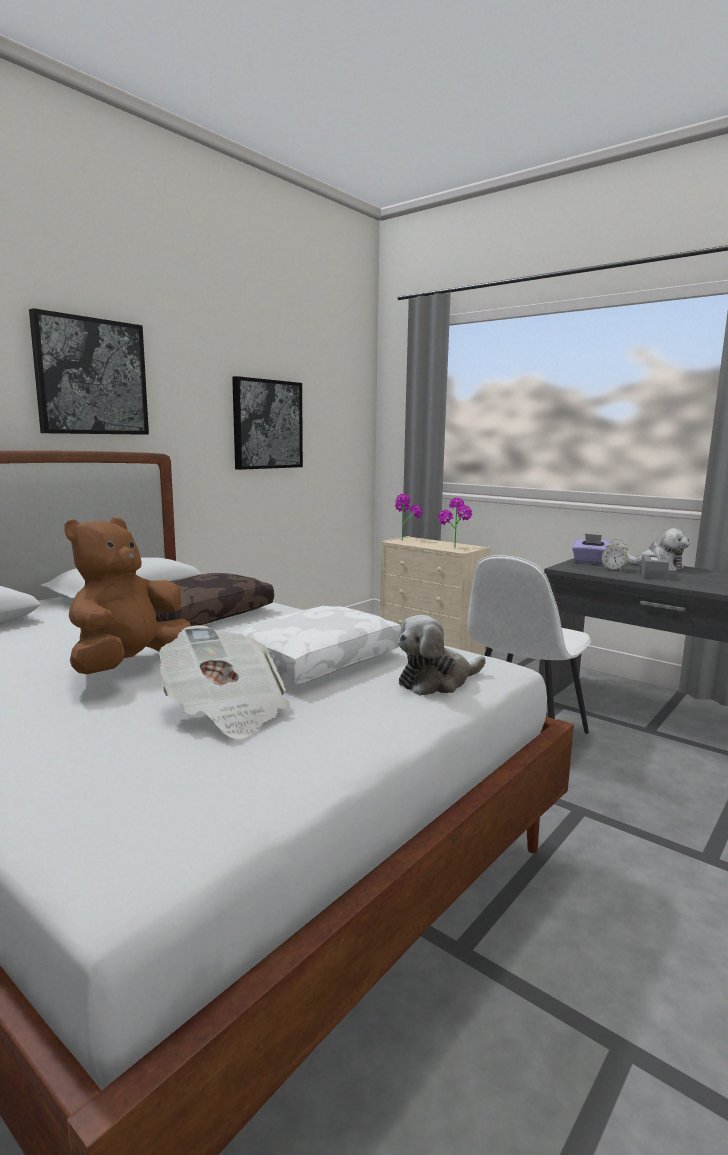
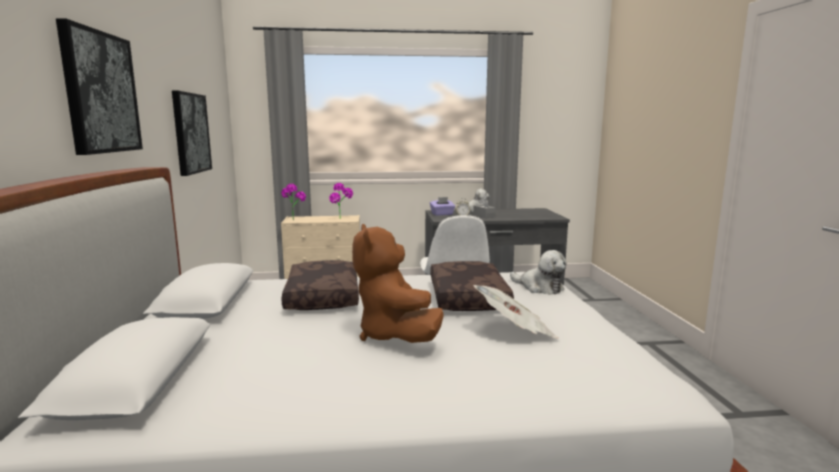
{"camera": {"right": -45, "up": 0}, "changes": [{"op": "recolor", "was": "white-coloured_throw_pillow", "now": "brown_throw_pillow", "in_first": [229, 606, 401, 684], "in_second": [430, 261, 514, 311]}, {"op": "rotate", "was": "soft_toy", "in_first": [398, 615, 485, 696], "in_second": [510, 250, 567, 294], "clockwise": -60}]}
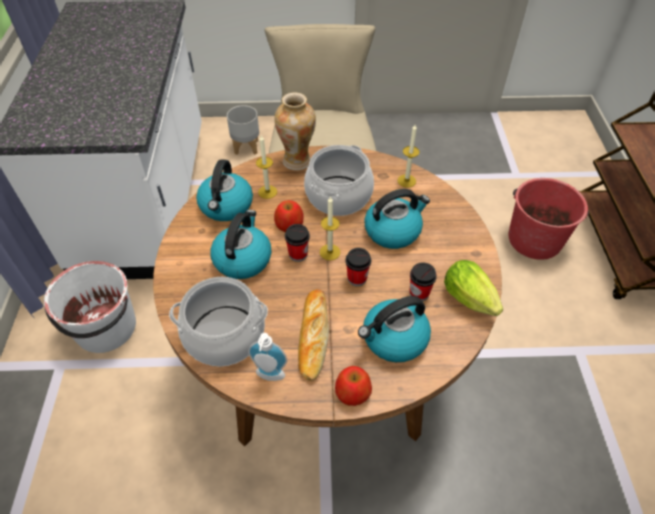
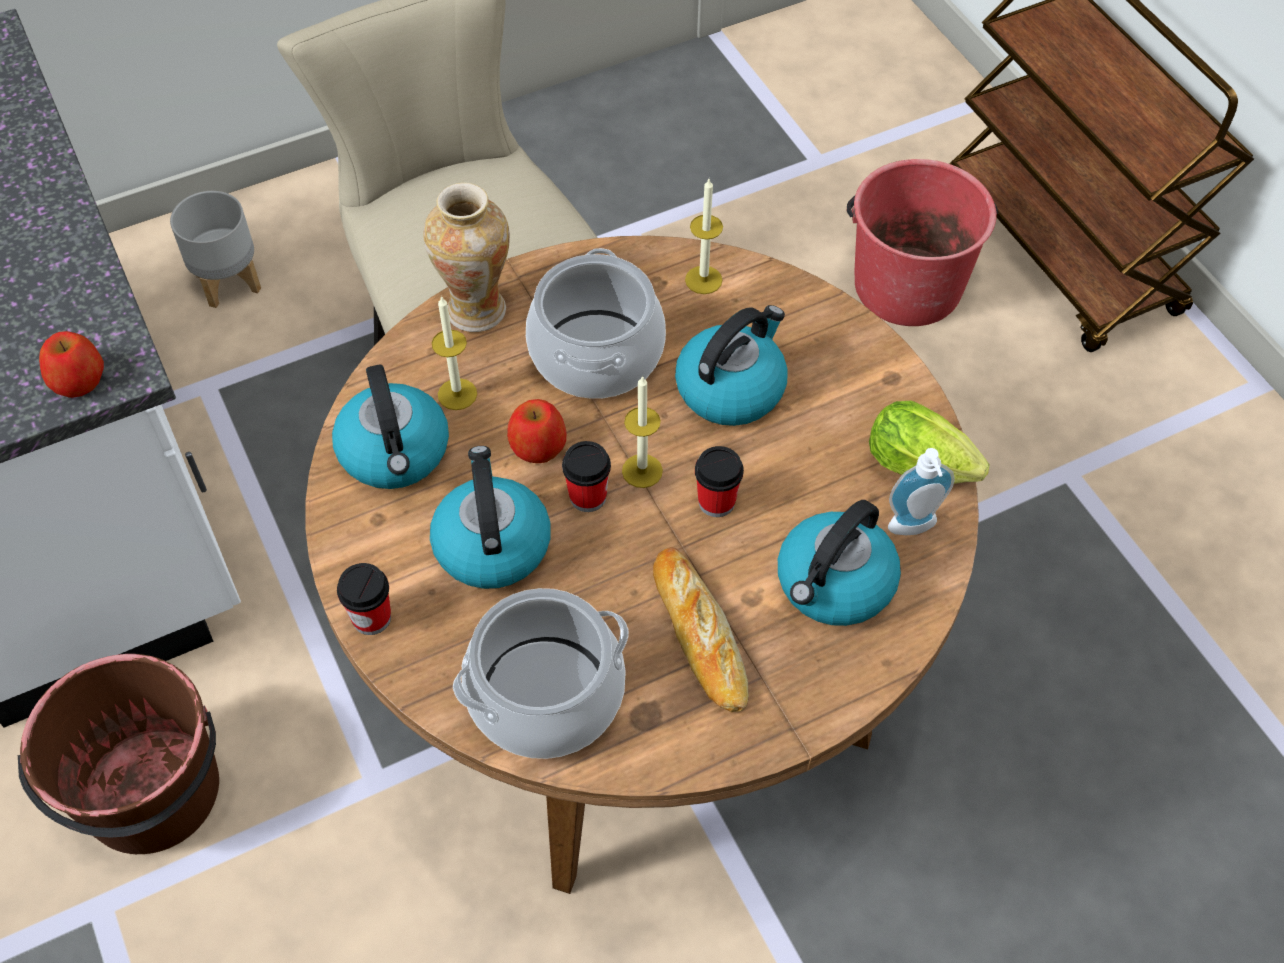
{"camera": {"right": -25, "up": 5}, "changes": [{"op": "move", "was": "soap_dispenser", "in_first": [248, 333, 288, 381], "in_second": [888, 448, 955, 535]}, {"op": "move", "was": "apple", "in_first": [335, 366, 372, 406], "in_second": [39, 331, 104, 398]}, {"op": "move", "was": "drinking_cup", "in_first": [410, 262, 437, 301], "in_second": [337, 563, 391, 635]}, {"op": "recolor", "was": "white-coloured_bucket", "now": "brown_bucket", "in_first": [44, 261, 136, 353], "in_second": [17, 654, 219, 854]}]}
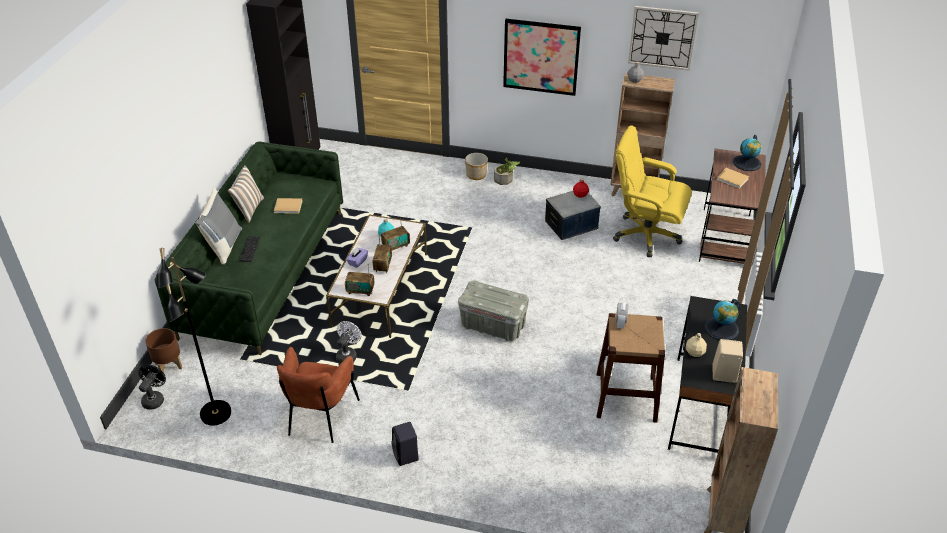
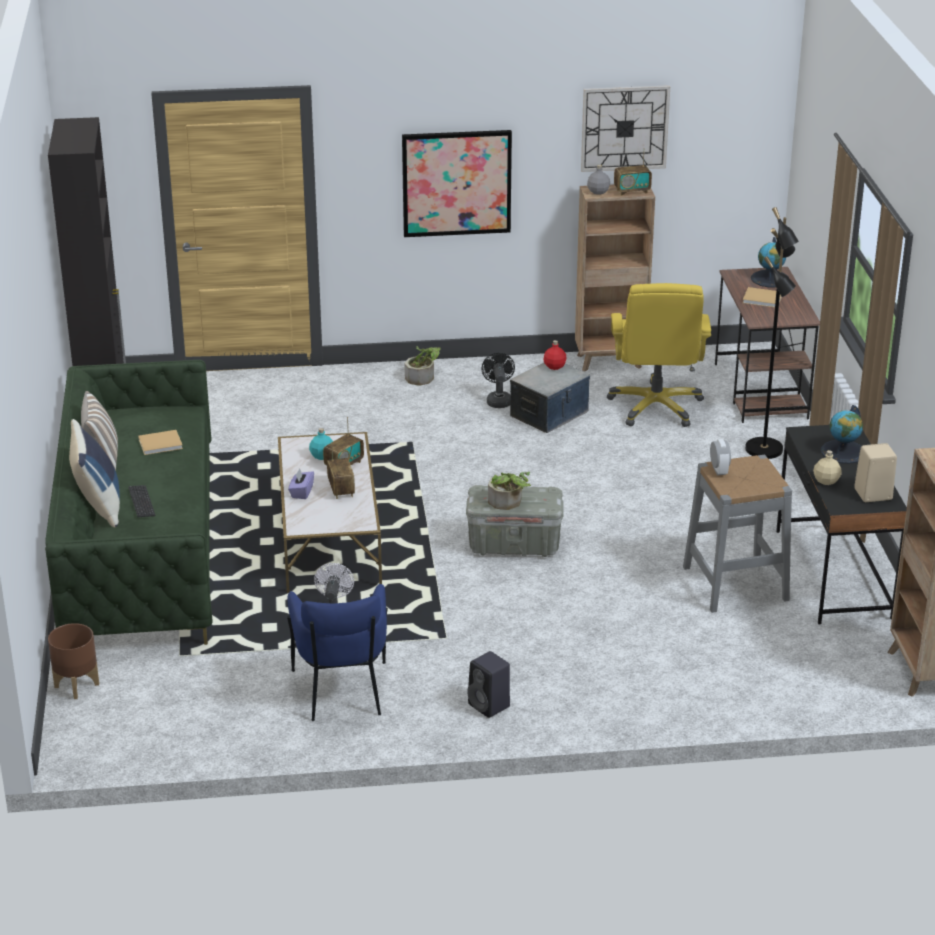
{"camera": {"right": -20, "up": -10}, "changes": [{"op": "delete", "was": "plant_pot", "in_first": [465, 153, 488, 180]}, {"op": "insert", "now": "plant_in_a_pot", "in_second": [488, 472, 531, 510]}, {"op": "move", "was": "black_cooling_fan", "in_first": [138, 365, 166, 410], "in_second": [481, 353, 515, 408]}, {"op": "move", "was": "black_floor_lamp", "in_first": [157, 248, 231, 425], "in_second": [745, 207, 799, 459]}, {"op": "move", "was": "radio_set", "in_first": [345, 266, 375, 296], "in_second": [614, 148, 652, 196]}, {"op": "recolor", "was": "gray_throw_pillow", "now": "blue-coloured_throw_pillow", "in_first": [195, 188, 242, 265], "in_second": [69, 419, 120, 527]}, {"op": "recolor", "was": "brown_lounge_chair", "now": "blue-coloured_lounge_chair", "in_first": [277, 347, 360, 443], "in_second": [287, 584, 388, 721]}, {"op": "recolor", "was": "brown_sitting_stool", "now": "gray_sitting_stool", "in_first": [597, 313, 665, 423], "in_second": [683, 455, 792, 613]}, {"op": "rotate", "was": "yellow-coloured_desk_chair", "in_first": [613, 125, 692, 257], "in_second": [607, 283, 711, 427], "clockwise": -90}]}
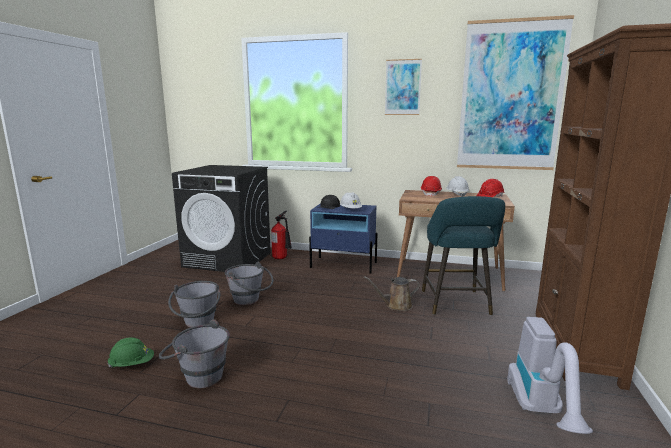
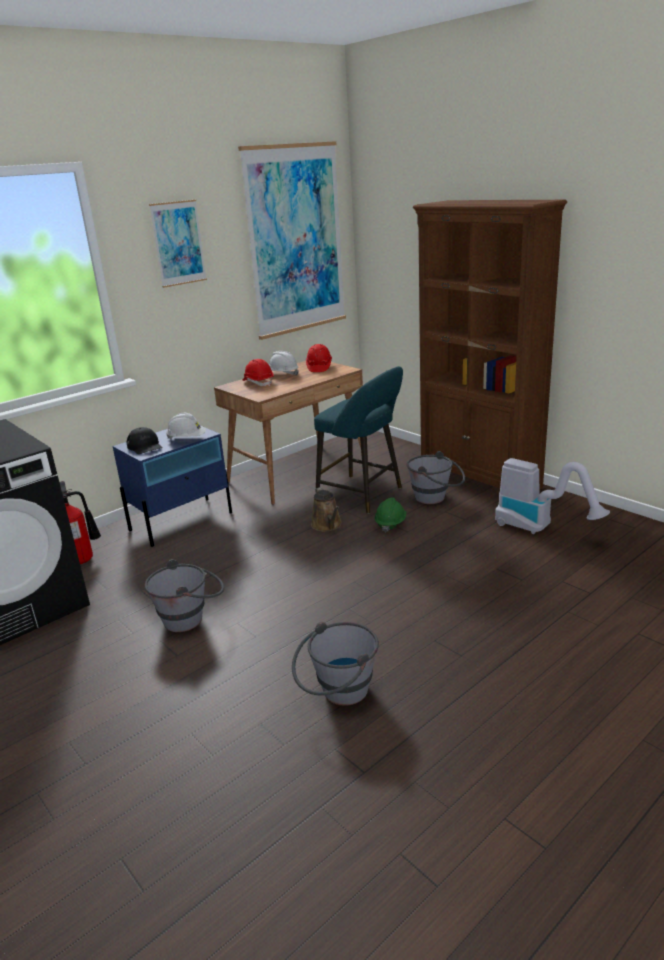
{"camera": {"right": -55, "up": 10}, "changes": [{"op": "move", "was": "green_work_helmet", "in_first": [107, 337, 154, 368], "in_second": [375, 497, 406, 532]}, {"op": "move", "was": "gray_bucket", "in_first": [168, 281, 220, 328], "in_second": [406, 451, 465, 504]}, {"op": "rotate", "was": "brown_watering_can", "in_first": [364, 276, 420, 311], "in_second": [311, 487, 342, 532], "clockwise": -45}]}
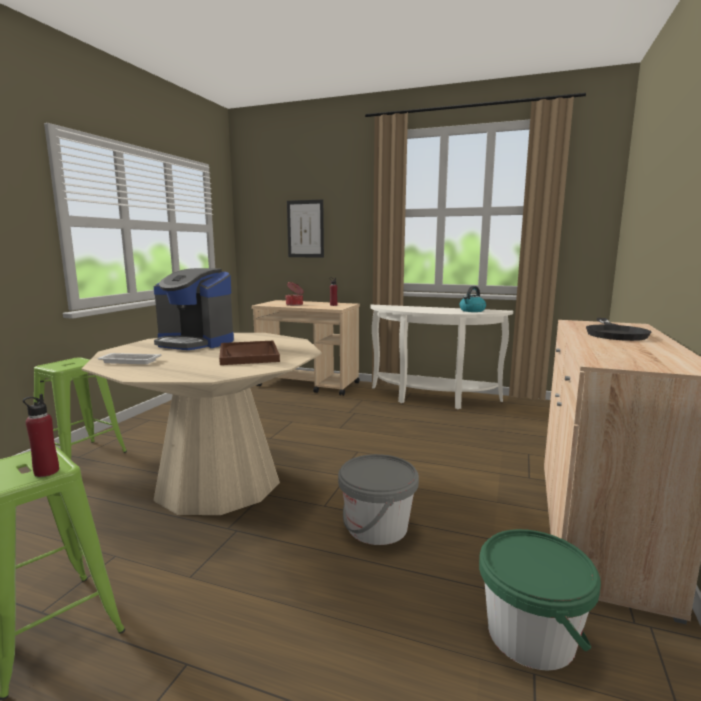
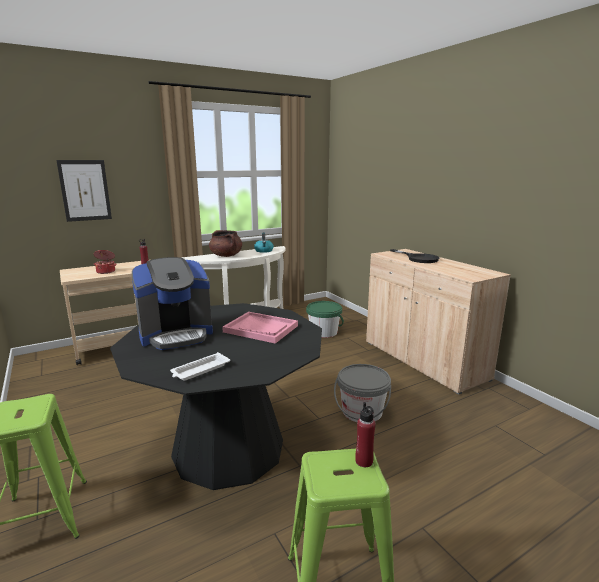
{"camera": {"right": -50, "up": 5}, "changes": [{"op": "insert", "now": "brown_saucepot", "in_second": [209, 230, 242, 257]}, {"op": "move", "was": "green_bucket", "in_first": [479, 529, 601, 670], "in_second": [306, 301, 344, 338]}, {"op": "recolor", "was": "sand-coloured_dinner_table", "now": "black_dinner_table", "in_first": [82, 333, 322, 515], "in_second": [110, 303, 322, 490]}, {"op": "recolor", "was": "brown_carrying_tray", "now": "pink-coloured_carrying_tray", "in_first": [219, 341, 280, 365], "in_second": [222, 312, 298, 344]}]}
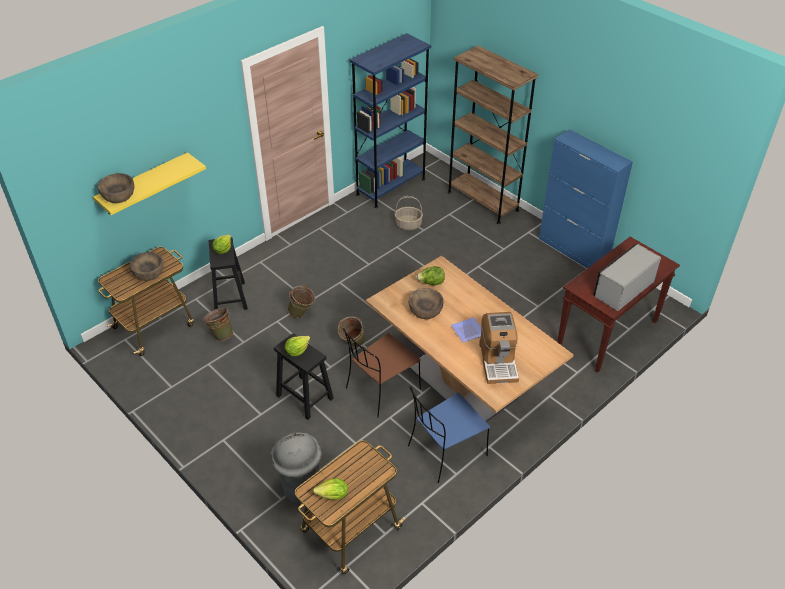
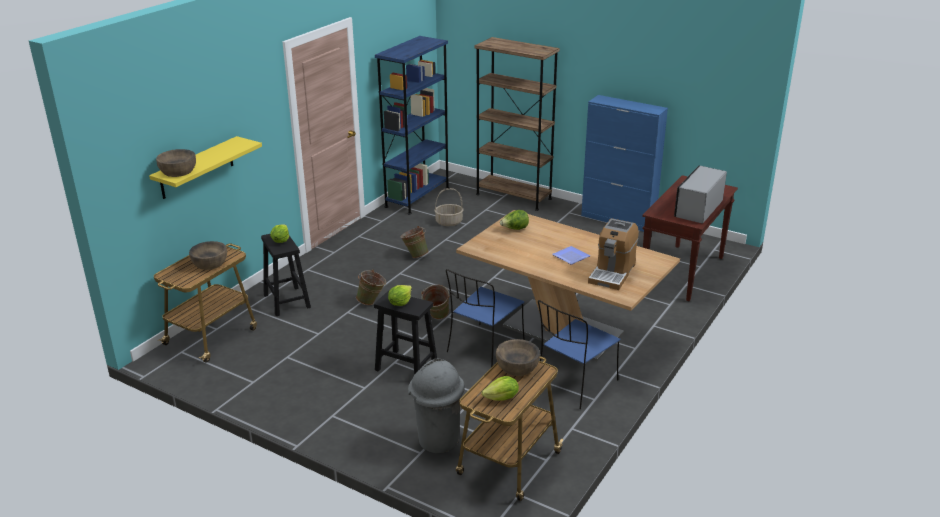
{"camera": {"right": -15, "up": -15}, "changes": [{"op": "move", "was": "green_bucket", "in_first": [203, 307, 233, 341], "in_second": [400, 226, 429, 258]}, {"op": "move", "was": "brown_bowl", "in_first": [409, 288, 444, 319], "in_second": [496, 339, 540, 376]}, {"op": "recolor", "was": "brown_chair", "now": "blue-coloured_chair", "in_first": [343, 328, 421, 418], "in_second": [446, 269, 525, 367]}, {"op": "rotate", "was": "coffee_maker", "in_first": [479, 312, 519, 384], "in_second": [588, 219, 639, 290], "clockwise": 45}]}
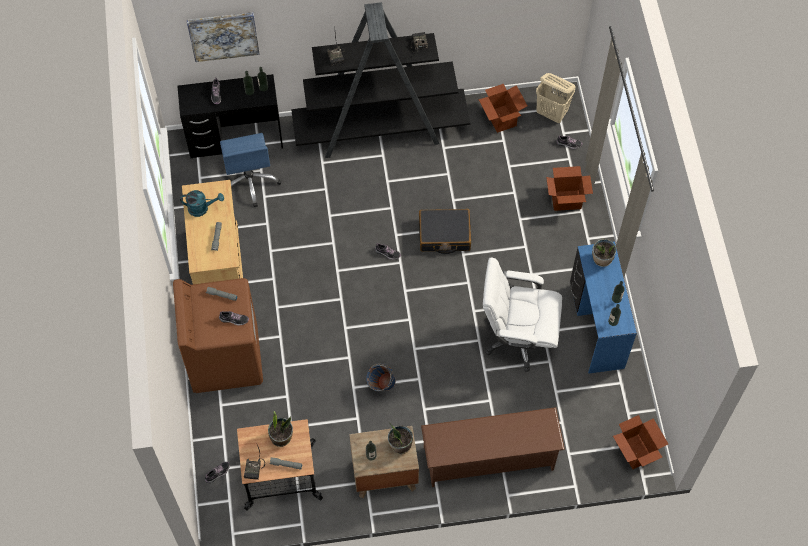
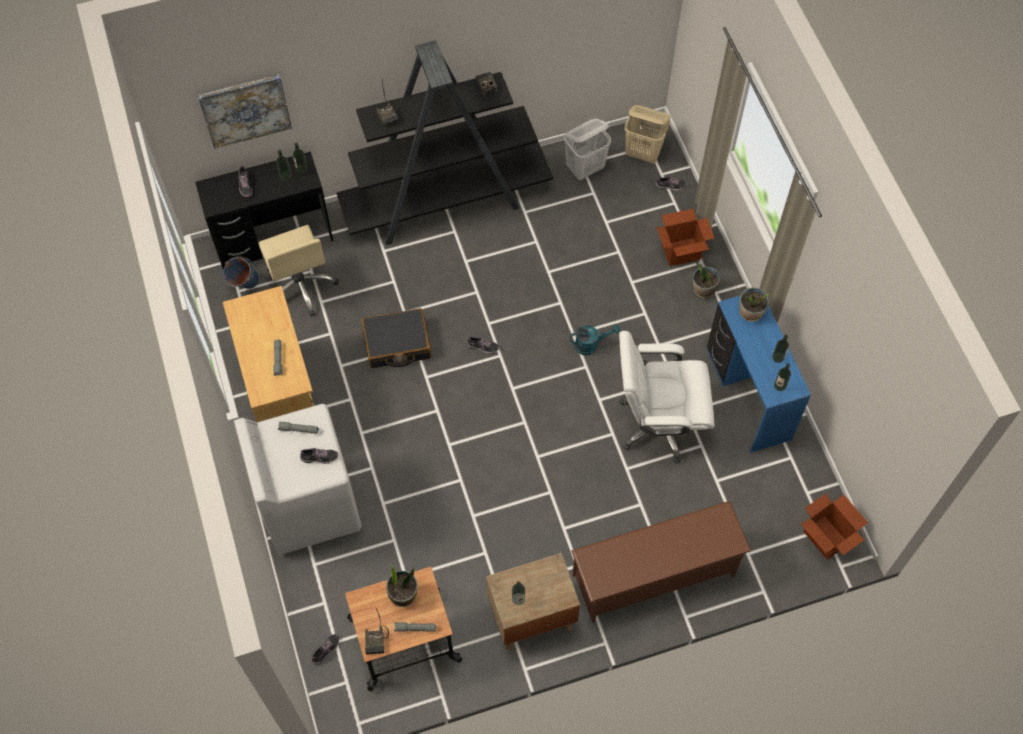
{"camera": {"right": -10, "up": 0}, "changes": [{"op": "move", "was": "blue-green_watering_can", "in_first": [180, 190, 224, 217], "in_second": [569, 324, 620, 355]}, {"op": "move", "was": "blue-coloured_bucket", "in_first": [366, 364, 396, 391], "in_second": [223, 256, 260, 289]}, {"op": "move", "was": "plant_in_a_pot", "in_first": [388, 423, 413, 454], "in_second": [693, 261, 720, 298]}, {"op": "move", "was": "black_suitcase", "in_first": [419, 209, 471, 254], "in_second": [362, 308, 431, 368]}, {"op": "replace", "was": "packing_box", "now": "white-coloured_laundry_basket", "in_first": [478, 84, 527, 133], "in_second": [564, 119, 611, 180]}, {"op": "recolor", "was": "brown_laundry_machine", "now": "white-coloured_laundry_machine", "in_first": [173, 278, 263, 393], "in_second": [235, 404, 361, 555]}, {"op": "recolor", "was": "blue-coloured_desk_chair", "now": "sand-coloured_desk_chair", "in_first": [220, 133, 281, 207], "in_second": [258, 225, 339, 316]}]}
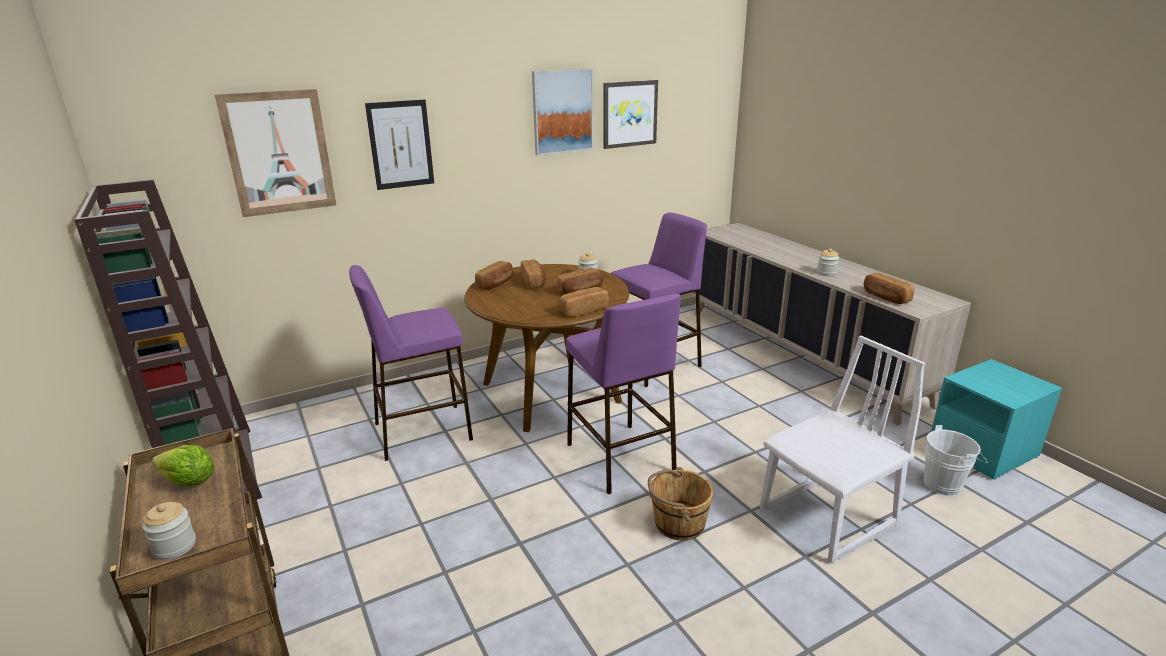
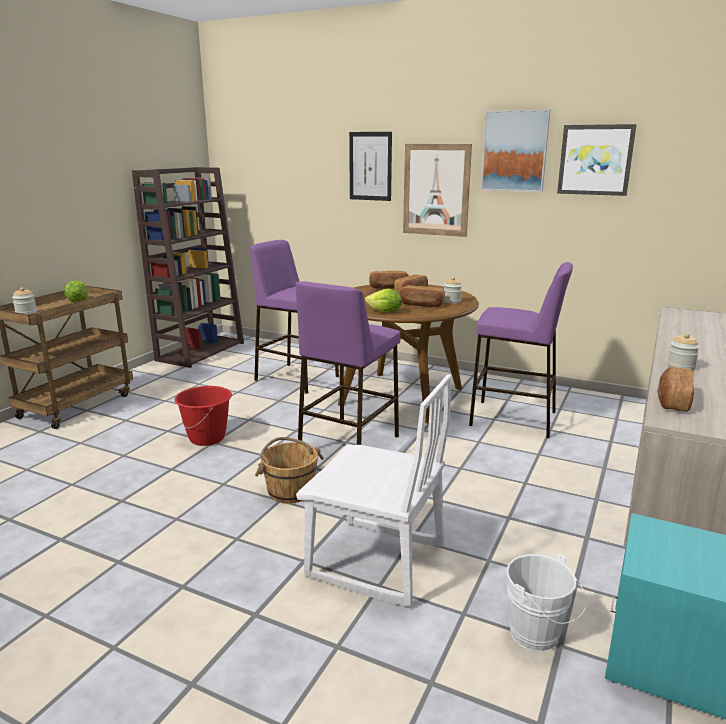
{"camera": {"right": 55, "up": -5}, "changes": [{"op": "insert", "now": "red-coloured_bucket", "in_second": [174, 386, 232, 446]}, {"op": "move", "was": "wall_picture", "in_first": [215, 89, 336, 217], "in_second": [403, 144, 472, 237]}, {"op": "replace", "was": "baked_bread", "now": "lettuce", "in_first": [558, 287, 609, 317], "in_second": [365, 289, 402, 312]}]}
